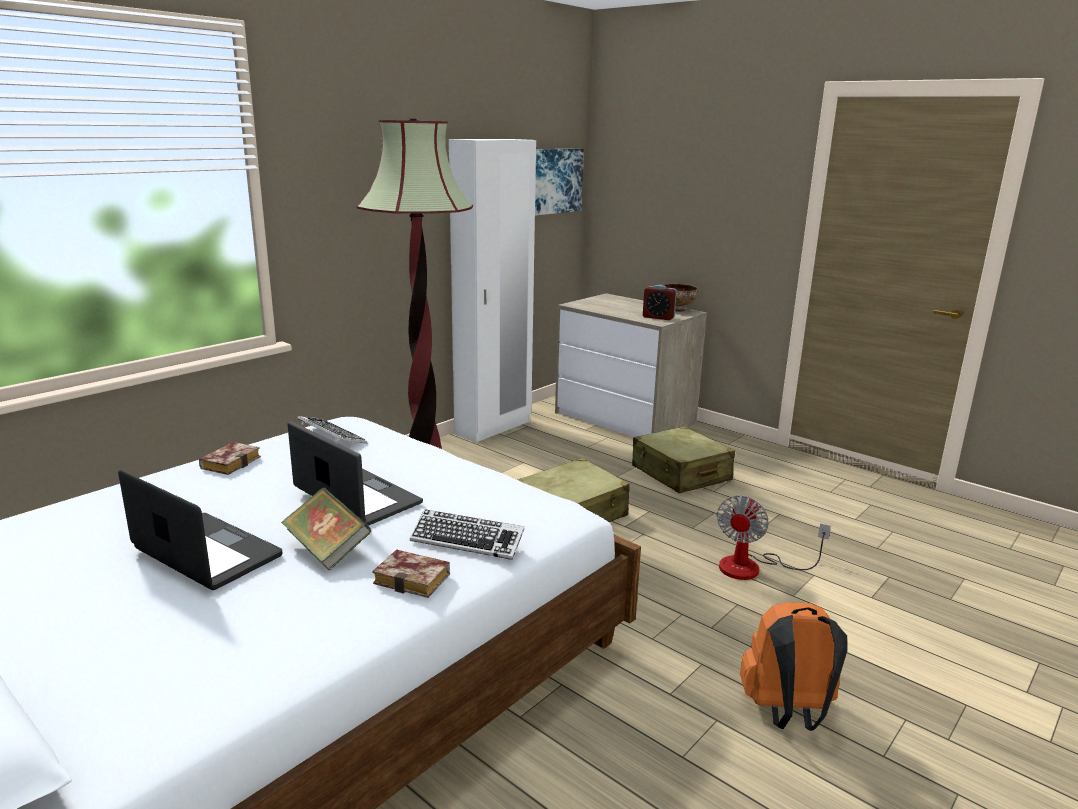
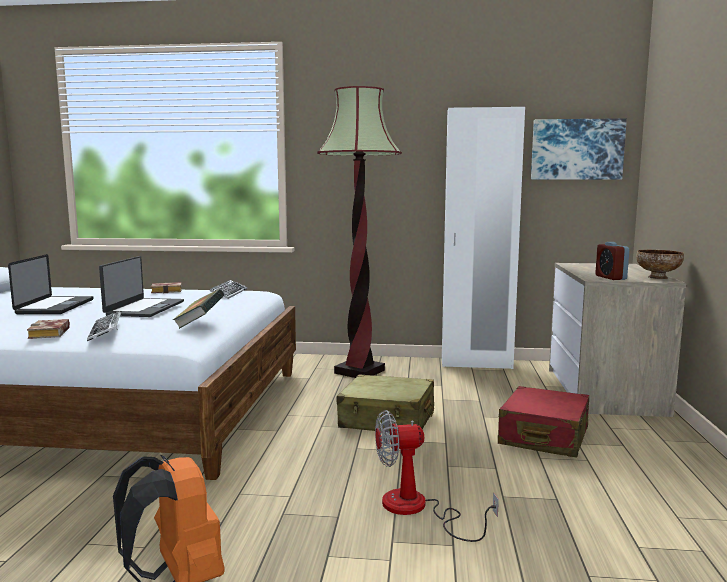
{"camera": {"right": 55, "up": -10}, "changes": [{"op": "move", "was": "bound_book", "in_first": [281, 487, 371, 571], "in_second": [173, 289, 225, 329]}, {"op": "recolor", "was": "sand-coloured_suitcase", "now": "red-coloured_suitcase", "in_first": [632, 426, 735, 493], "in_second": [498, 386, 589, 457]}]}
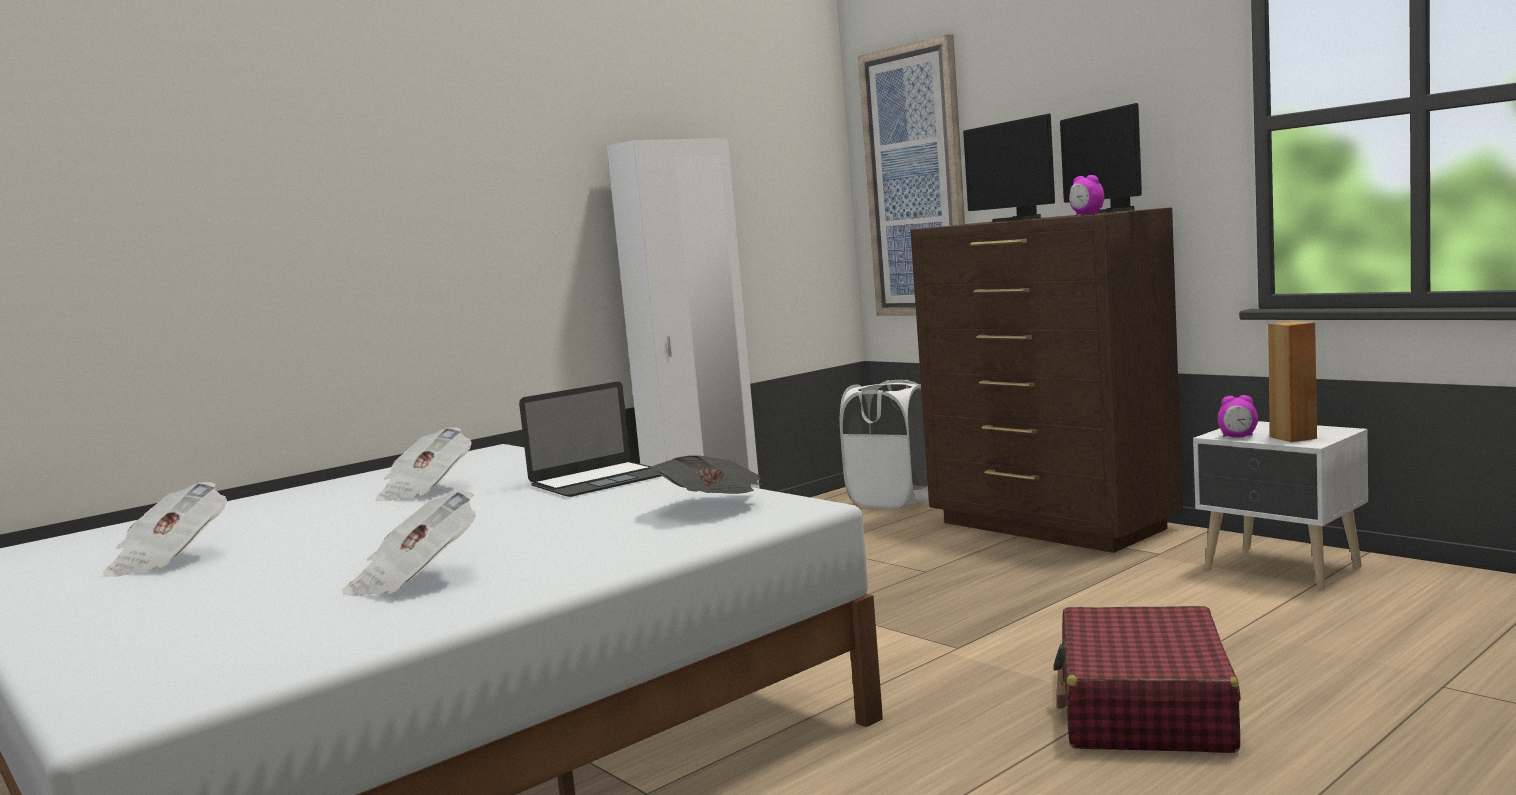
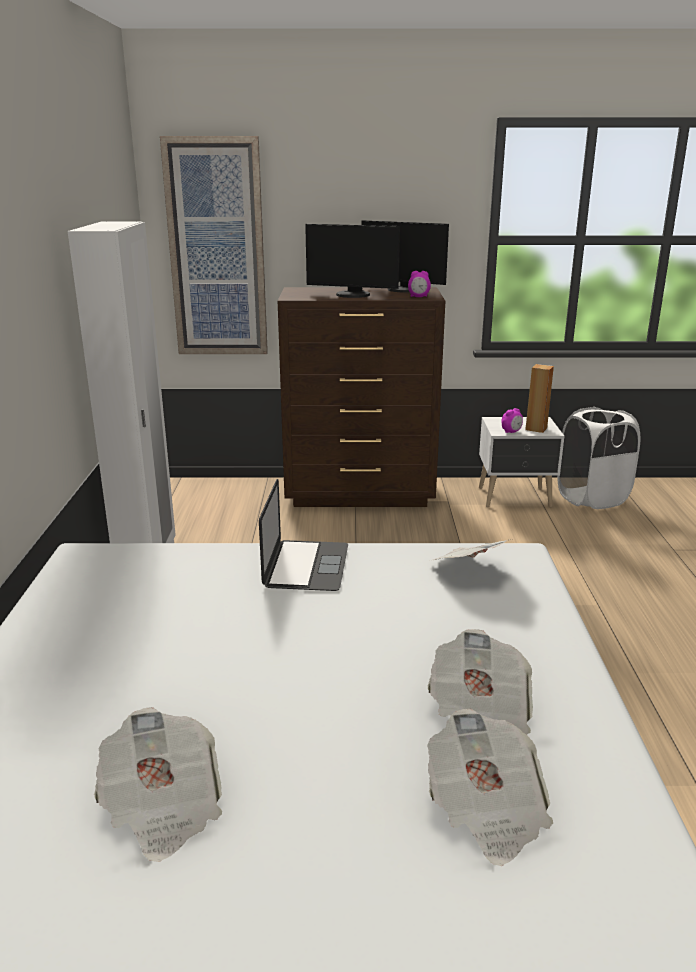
{"camera": {"right": -50, "up": 15}, "changes": [{"op": "delete", "was": "red-coloured_suitcase", "in_first": [1053, 606, 1241, 753]}, {"op": "move", "was": "newspaper", "in_first": [376, 427, 472, 501], "in_second": [427, 709, 553, 866]}, {"op": "move", "was": "white-coloured_laundry_basket", "in_first": [840, 380, 929, 509], "in_second": [557, 407, 641, 509]}]}
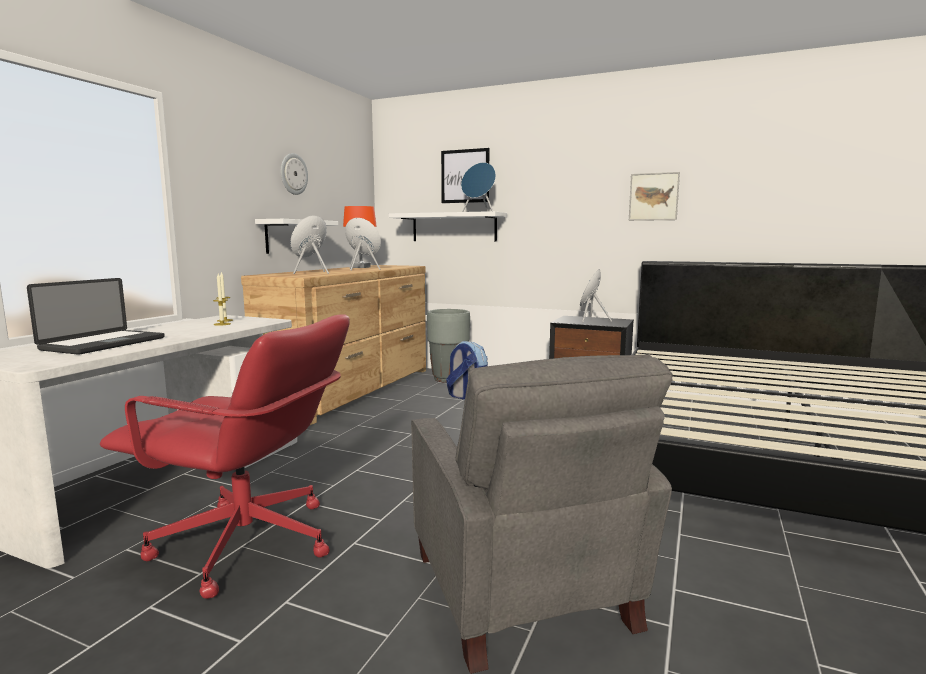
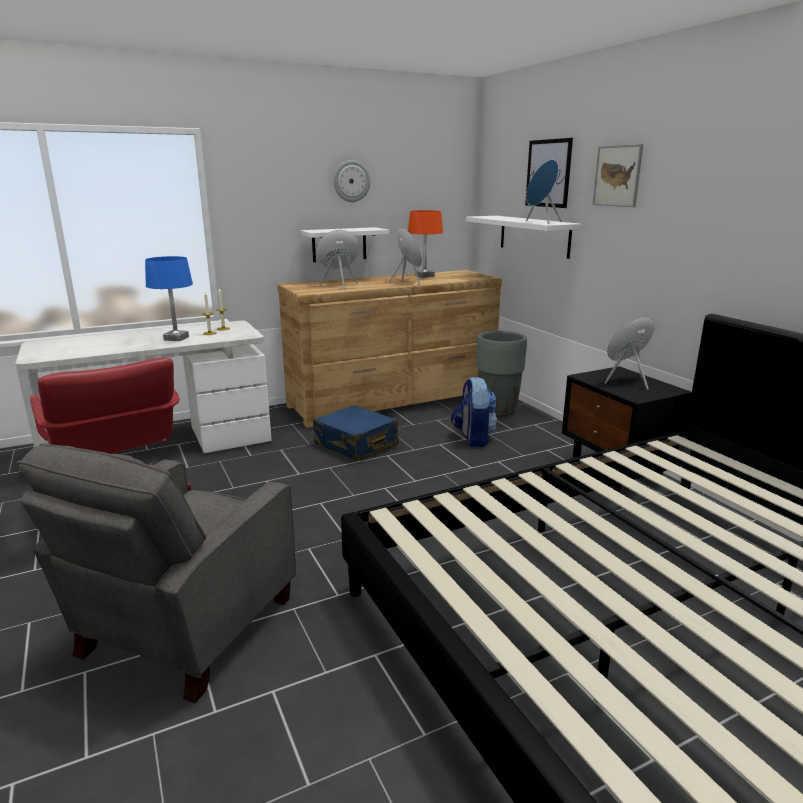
{"camera": {"right": 40, "up": 10}, "changes": [{"op": "delete", "was": "notebook_computer", "in_first": [27, 278, 165, 355]}, {"op": "insert", "now": "blue-coloured_tabletop_lamp", "in_second": [145, 256, 193, 341]}, {"op": "insert", "now": "blue-coloured_suitcase", "in_second": [313, 405, 399, 461]}, {"op": "move", "was": "wall_picture", "in_first": [629, 172, 680, 221], "in_second": [592, 144, 643, 207]}]}
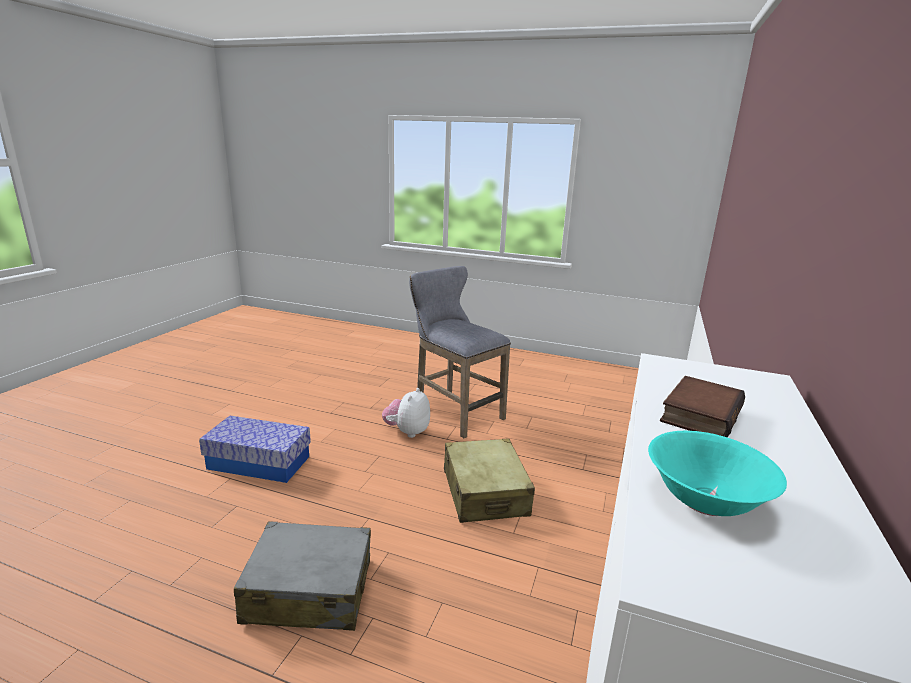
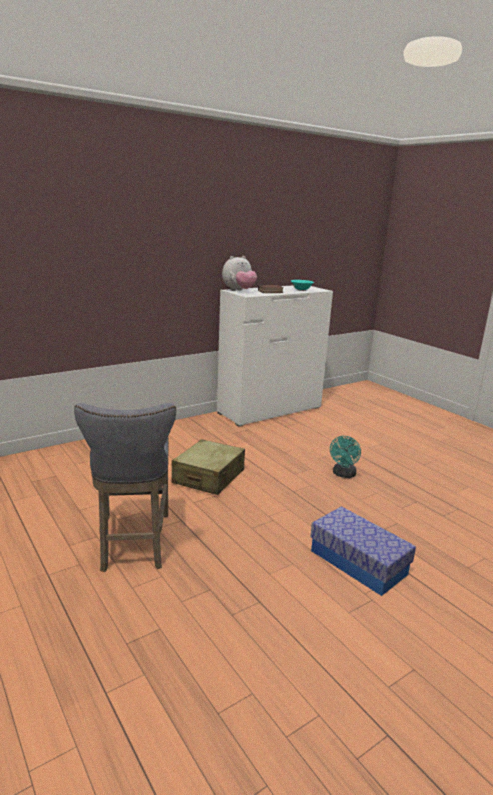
{"camera": {"right": -145, "up": 0}, "changes": [{"op": "move", "was": "soft_toy", "in_first": [382, 388, 430, 438], "in_second": [222, 256, 257, 291]}, {"op": "replace", "was": "gray_suitcase", "now": "blue-green_cooling_fan", "in_first": [234, 521, 371, 631], "in_second": [330, 436, 361, 478]}]}
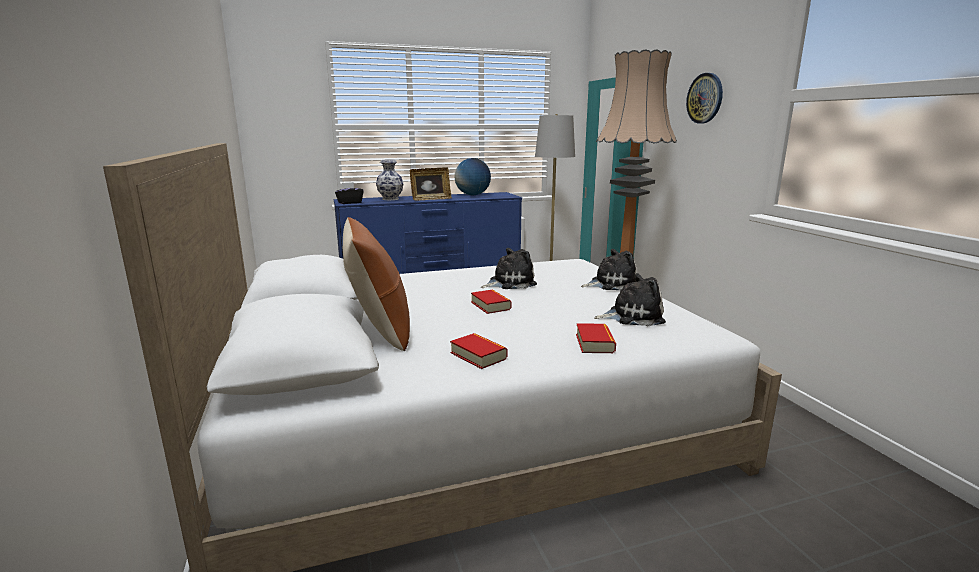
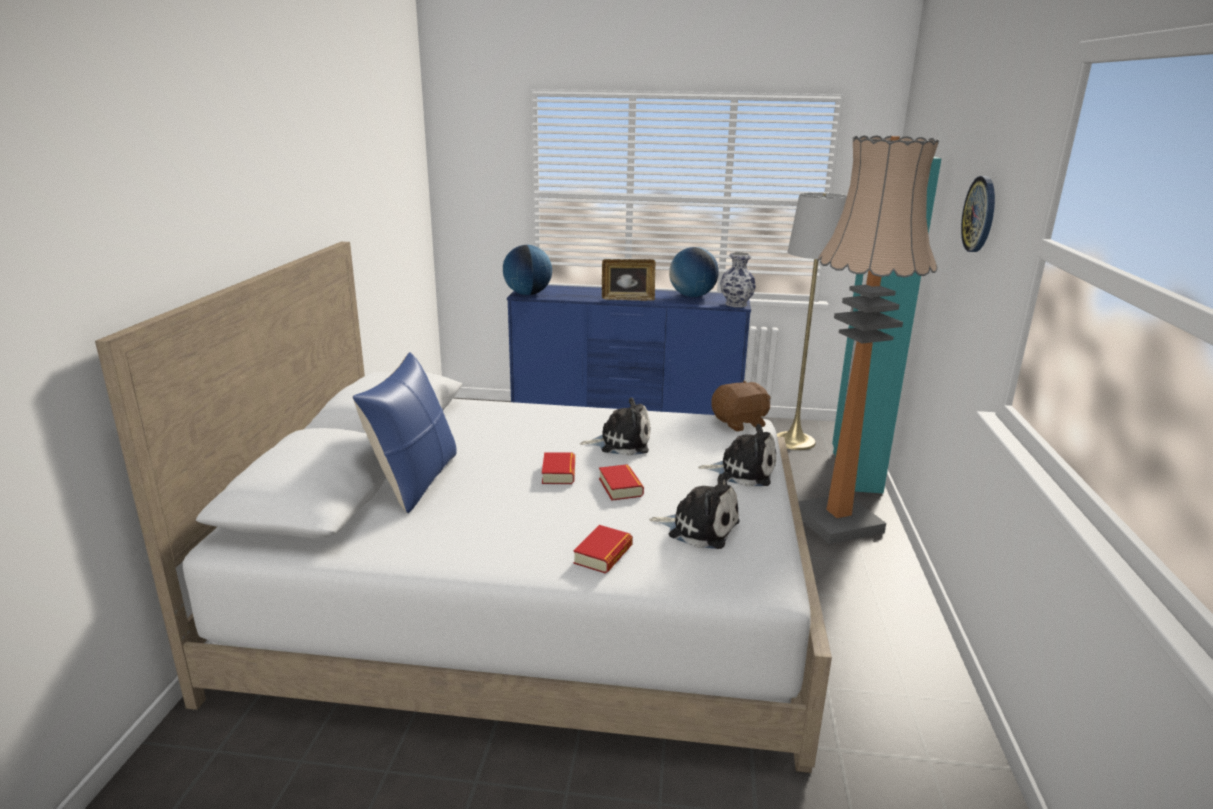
{"camera": {"right": 25, "up": 5}, "changes": [{"op": "insert", "now": "brown_soft_toy", "in_second": [711, 381, 771, 432]}, {"op": "move", "was": "vase", "in_first": [376, 160, 403, 200], "in_second": [720, 252, 756, 307]}, {"op": "move", "was": "bound_book", "in_first": [450, 333, 508, 369], "in_second": [599, 464, 644, 501]}, {"op": "replace", "was": "black_tissue_holder", "now": "world_globe", "in_first": [335, 182, 364, 204], "in_second": [503, 245, 552, 295]}, {"op": "recolor", "was": "brown_throw_pillow", "now": "blue-coloured_throw_pillow", "in_first": [343, 217, 410, 351], "in_second": [353, 352, 457, 513]}]}
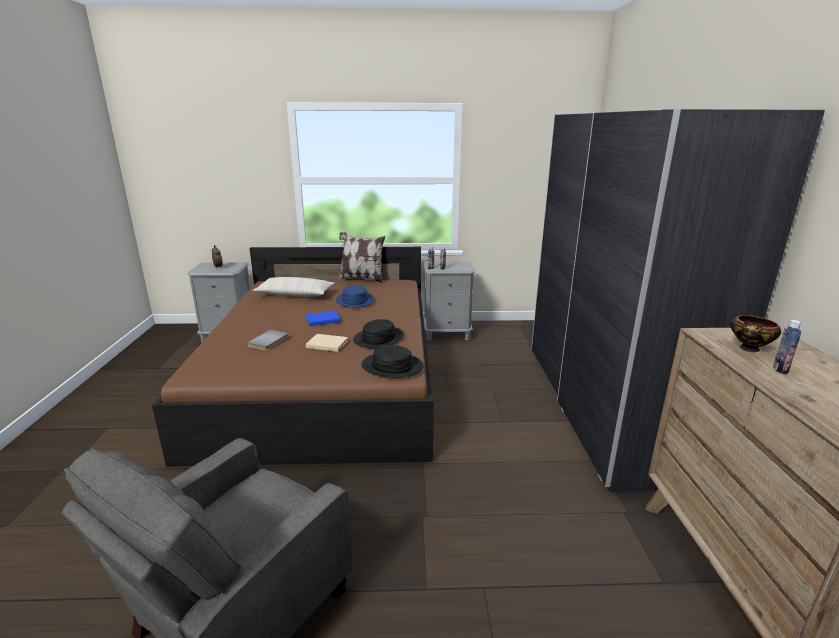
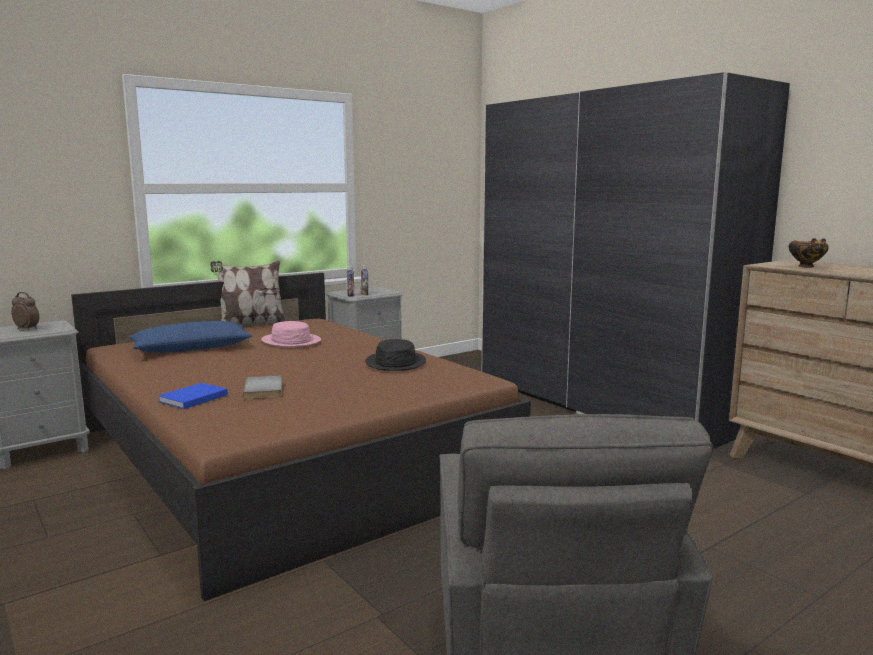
{"camera": {"right": -35, "up": -10}, "changes": [{"op": "delete", "was": "sand-coloured_bound_book", "in_first": [306, 334, 348, 352]}, {"op": "delete", "was": "black_clothing_hat", "in_first": [361, 345, 424, 378]}, {"op": "delete", "was": "drink_bottle", "in_first": [773, 320, 801, 374]}, {"op": "move", "was": "blue-coloured_bound_book", "in_first": [305, 311, 341, 326], "in_second": [158, 383, 228, 409]}, {"op": "recolor", "was": "sand-coloured_throw_pillow", "now": "blue-coloured_throw_pillow", "in_first": [252, 277, 335, 297], "in_second": [129, 321, 252, 353]}, {"op": "recolor", "was": "blue-coloured_clothing_hat", "now": "pink-coloured_clothing_hat", "in_first": [336, 285, 374, 307], "in_second": [261, 321, 321, 348]}]}
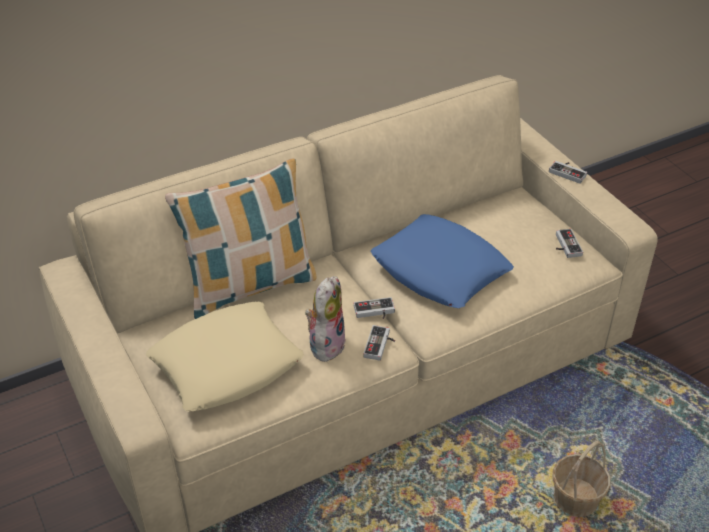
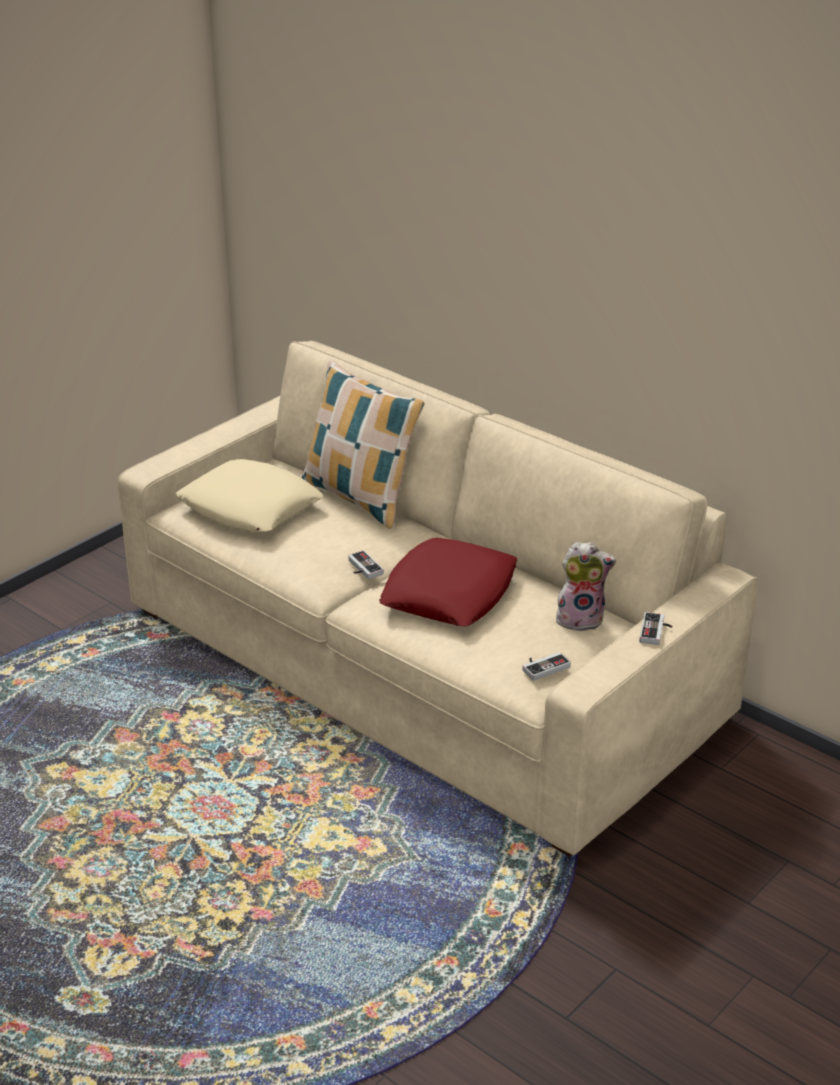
{"camera": {"right": 70, "up": -10}, "changes": [{"op": "delete", "was": "gamepad", "in_first": [363, 325, 395, 361]}, {"op": "delete", "was": "household_basket", "in_first": [552, 441, 610, 517]}, {"op": "move", "was": "soft_toy", "in_first": [305, 276, 346, 362], "in_second": [556, 542, 616, 632]}, {"op": "recolor", "was": "blue-coloured_throw_pillow", "now": "red-coloured_throw_pillow", "in_first": [371, 214, 514, 308], "in_second": [379, 538, 517, 627]}]}
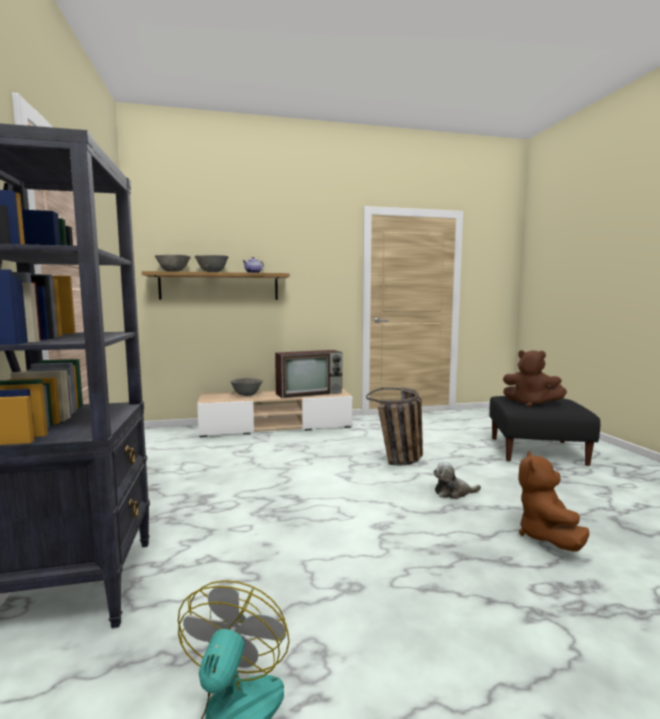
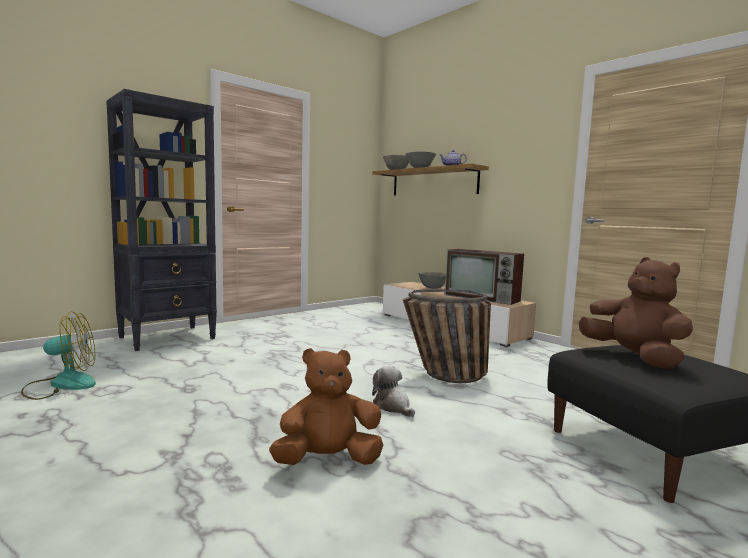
{"camera": {"right": 60, "up": 0}, "changes": [{"op": "rotate", "was": "brown_soft_toy", "in_first": [503, 350, 567, 407], "in_second": [579, 257, 693, 369], "clockwise": 150}]}
